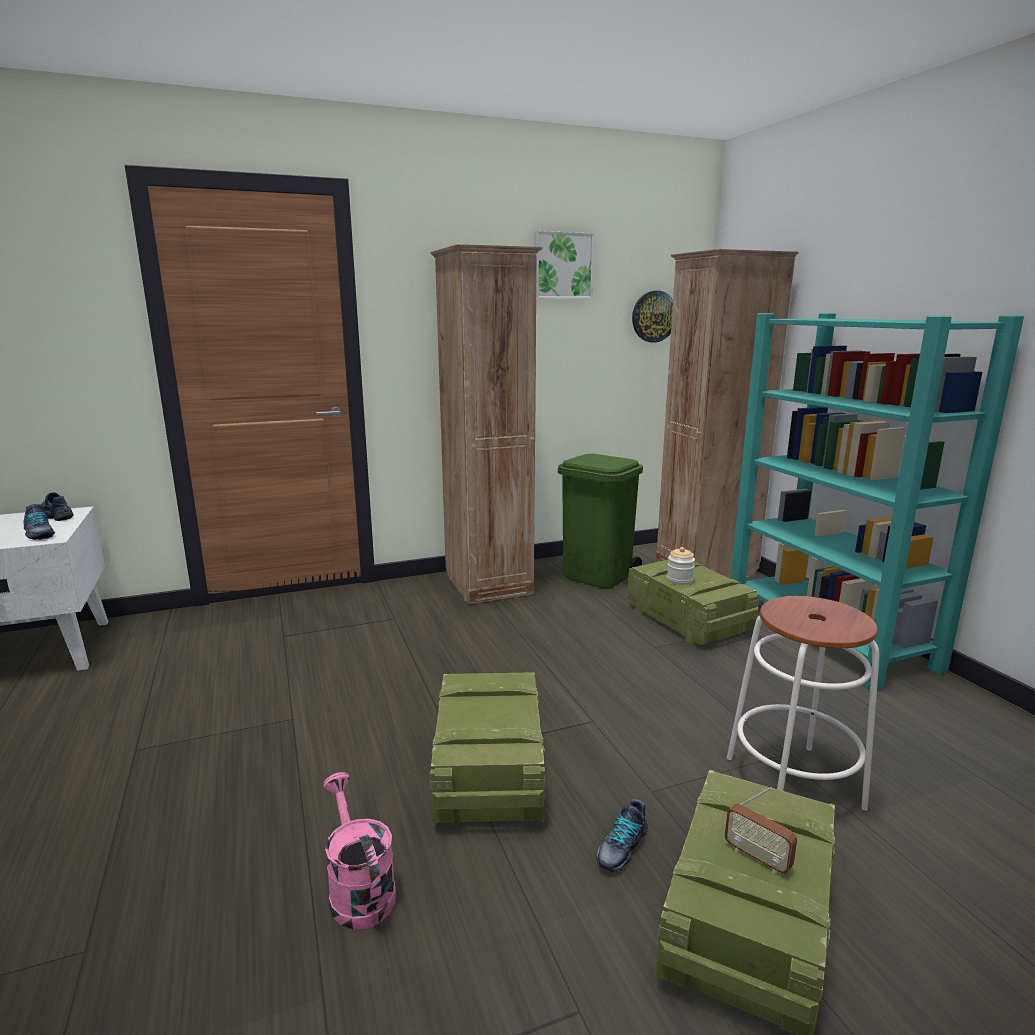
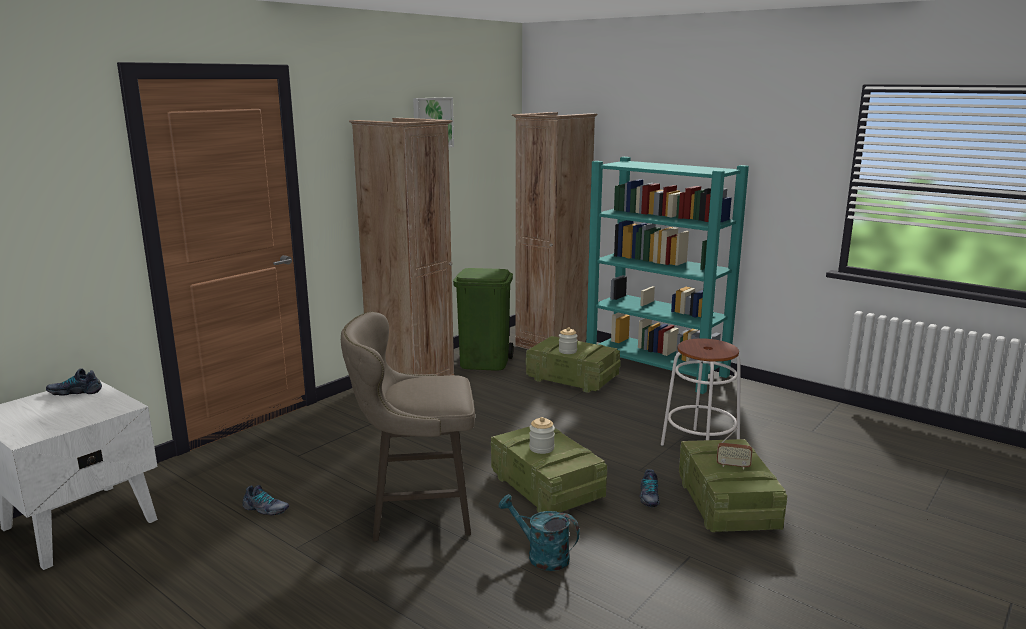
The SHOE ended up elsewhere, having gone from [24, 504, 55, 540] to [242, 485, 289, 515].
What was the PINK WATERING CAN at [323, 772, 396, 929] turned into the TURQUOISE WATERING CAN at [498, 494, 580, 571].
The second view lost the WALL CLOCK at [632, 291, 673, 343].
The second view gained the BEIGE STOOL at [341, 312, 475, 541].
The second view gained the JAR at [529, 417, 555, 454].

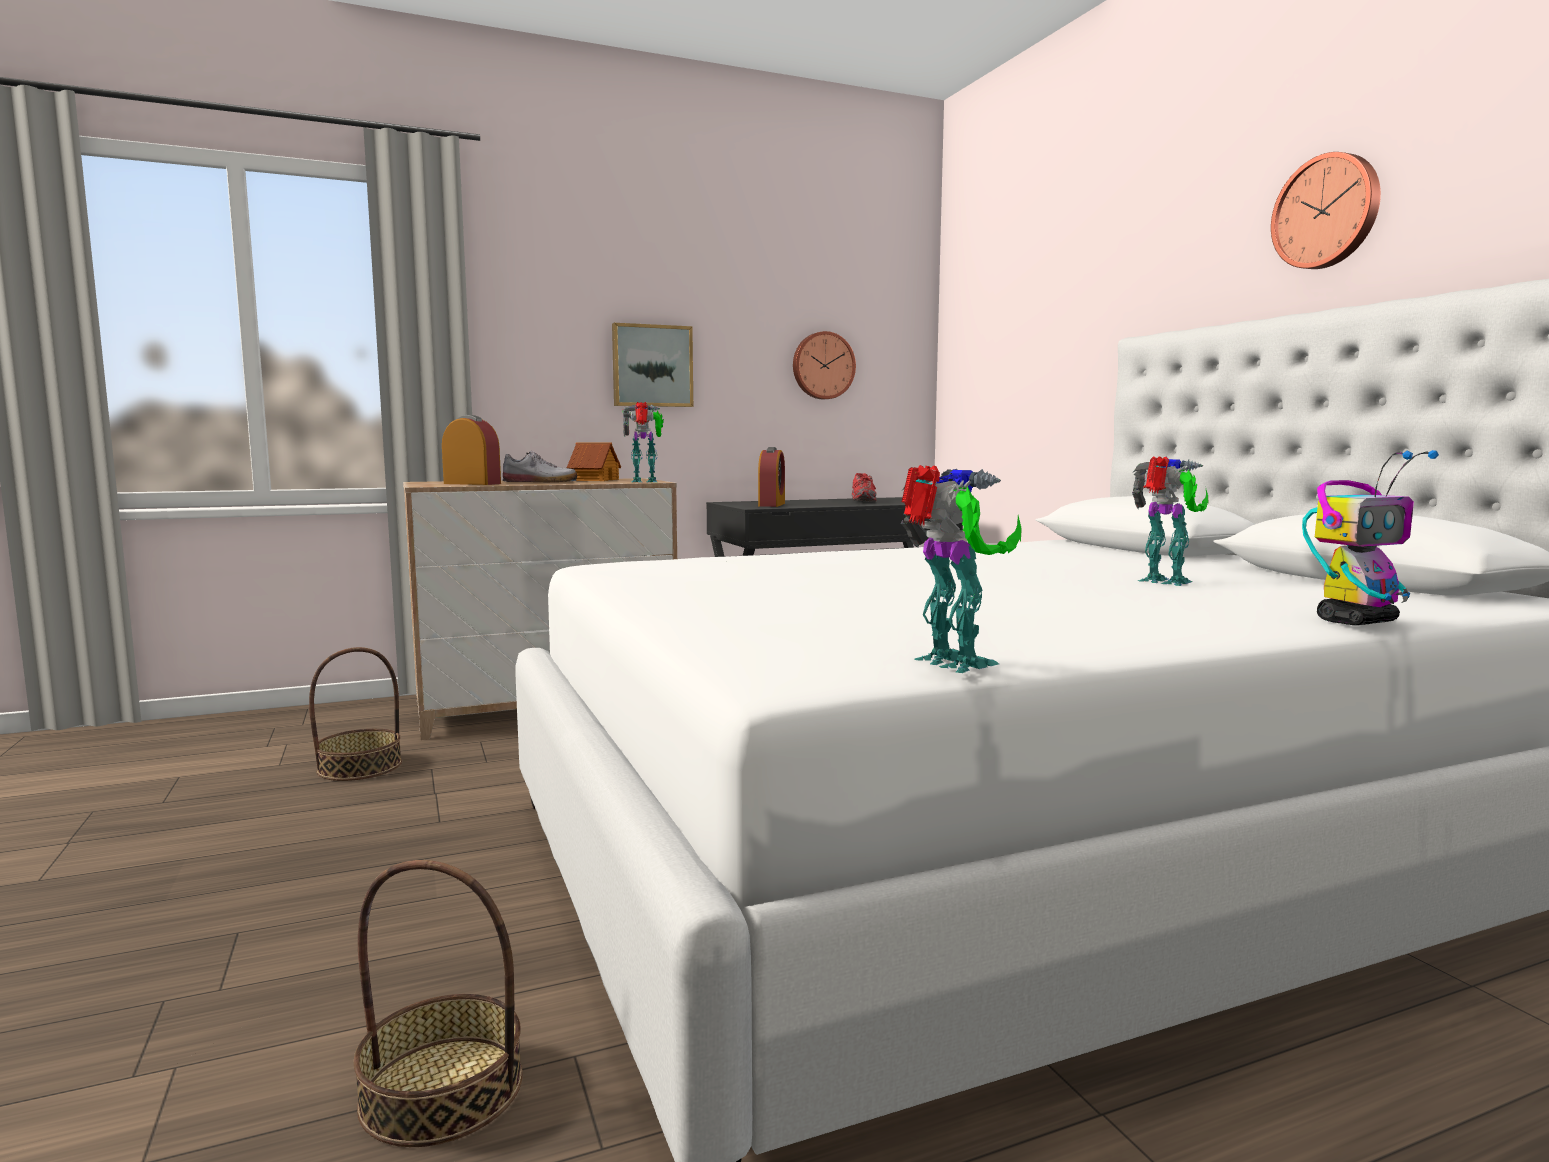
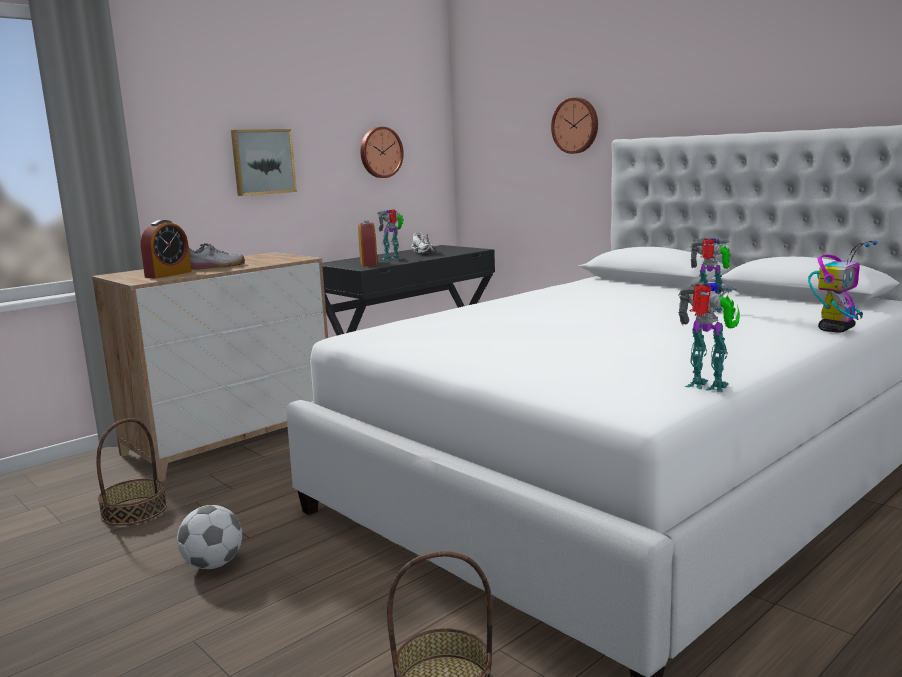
The ALARM CLOCK at [442, 415, 501, 485] ended up facing another way, 120 degrees clockwise from before.
The second view lost the TOY HOUSE at [567, 443, 621, 481].
The TOY ROBOT ended up elsewhere, having gone from [622, 402, 664, 482] to [378, 209, 404, 260].
What was the RED SHOE at [852, 473, 877, 502] turned into the WHITE SHOE at [411, 232, 436, 254].
The WALL CLOCK ended up elsewhere, having gone from [1271, 152, 1381, 269] to [551, 98, 598, 154].
The second view gained the FOOTBALL at [177, 505, 242, 569].

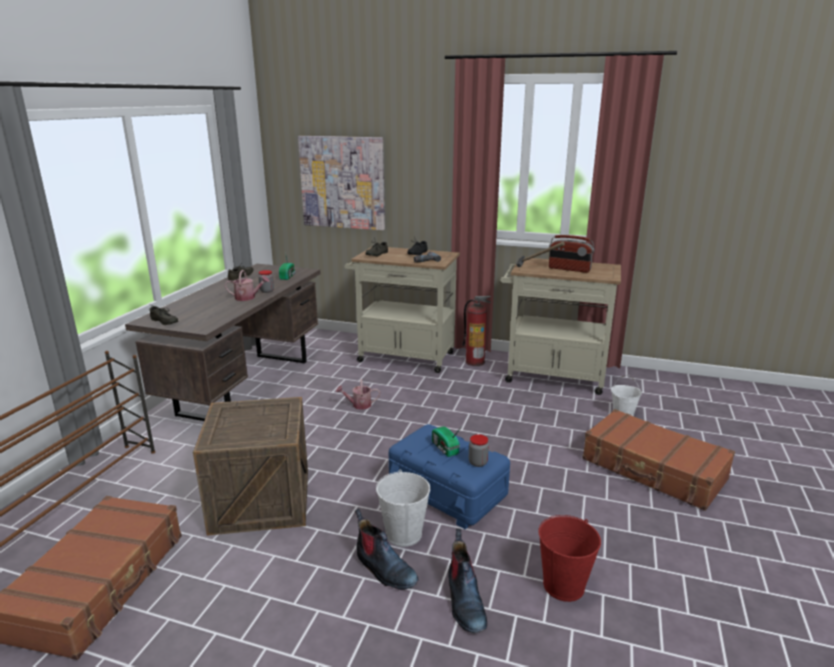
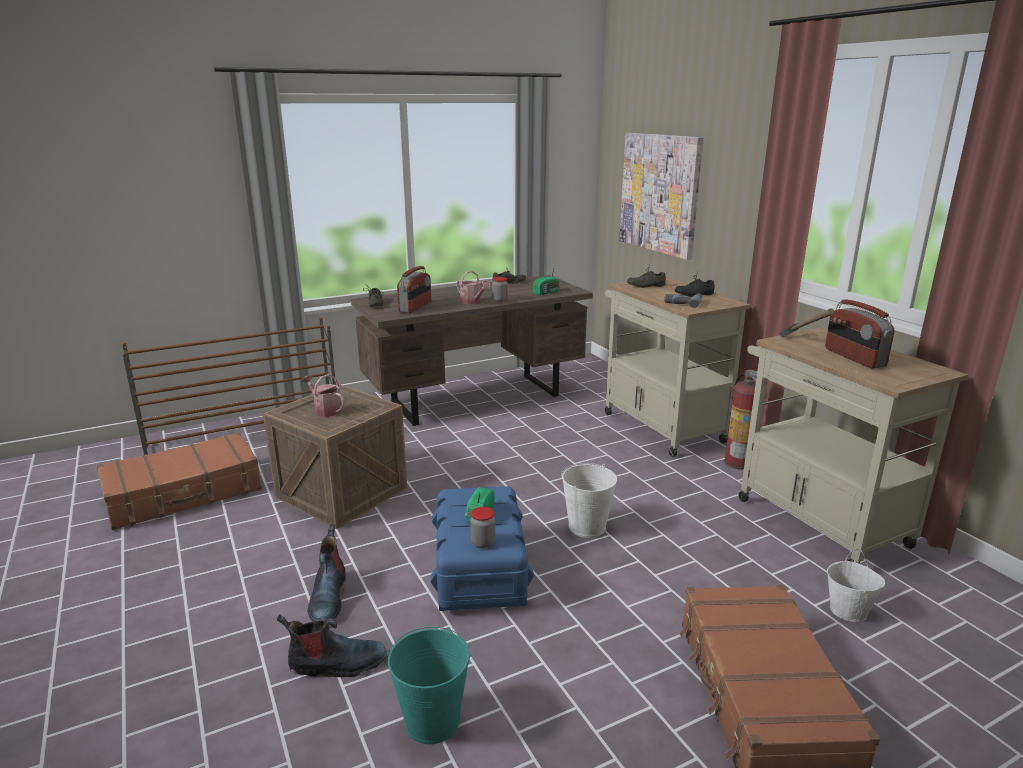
The WATERING CAN ended up elsewhere, having gone from [336, 379, 380, 410] to [301, 374, 344, 417].
The WHITE BUCKET ended up elsewhere, having gone from [376, 470, 430, 547] to [562, 463, 617, 538].
The BOOT at [448, 529, 487, 633] ended up facing another way, 135 degrees counterclockwise from before.
What was the RED BUCKET at [538, 515, 601, 602] turned into the TURQUOISE BUCKET at [387, 627, 471, 744].
The second view gained the RADIO at [397, 266, 431, 313].

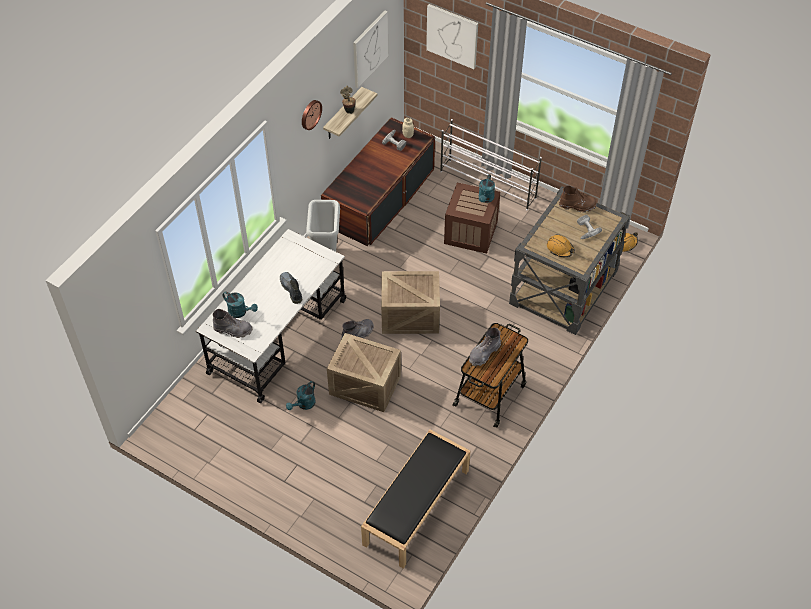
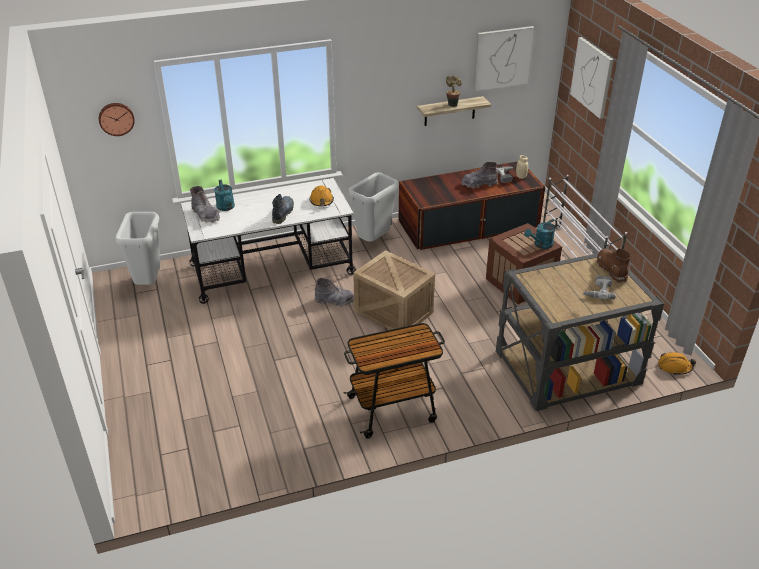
The second view lost the TURQUOISE WATERING CAN at [286, 381, 316, 410].
The WALL CLOCK ended up elsewhere, having gone from [302, 100, 322, 130] to [99, 103, 135, 136].
The second view lost the CRATE at [327, 333, 401, 412].
The second view lost the BLACK BENCH at [361, 429, 470, 569].
The GREY BOOT ended up elsewhere, having gone from [469, 328, 501, 366] to [462, 162, 498, 188].
The ORANGE HARD HAT ended up elsewhere, having gone from [547, 234, 575, 257] to [309, 185, 334, 206].
The BROWN BOOT at [559, 186, 596, 213] ended up facing another way, 150 degrees counterclockwise from before.
The second view gained the GREY TRASH CAN at [115, 212, 160, 285].

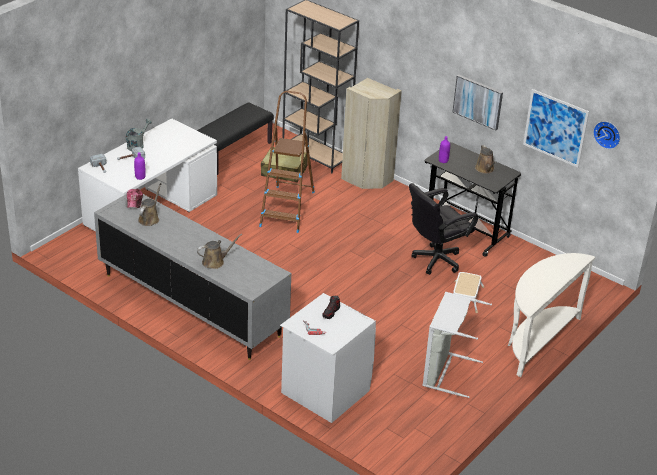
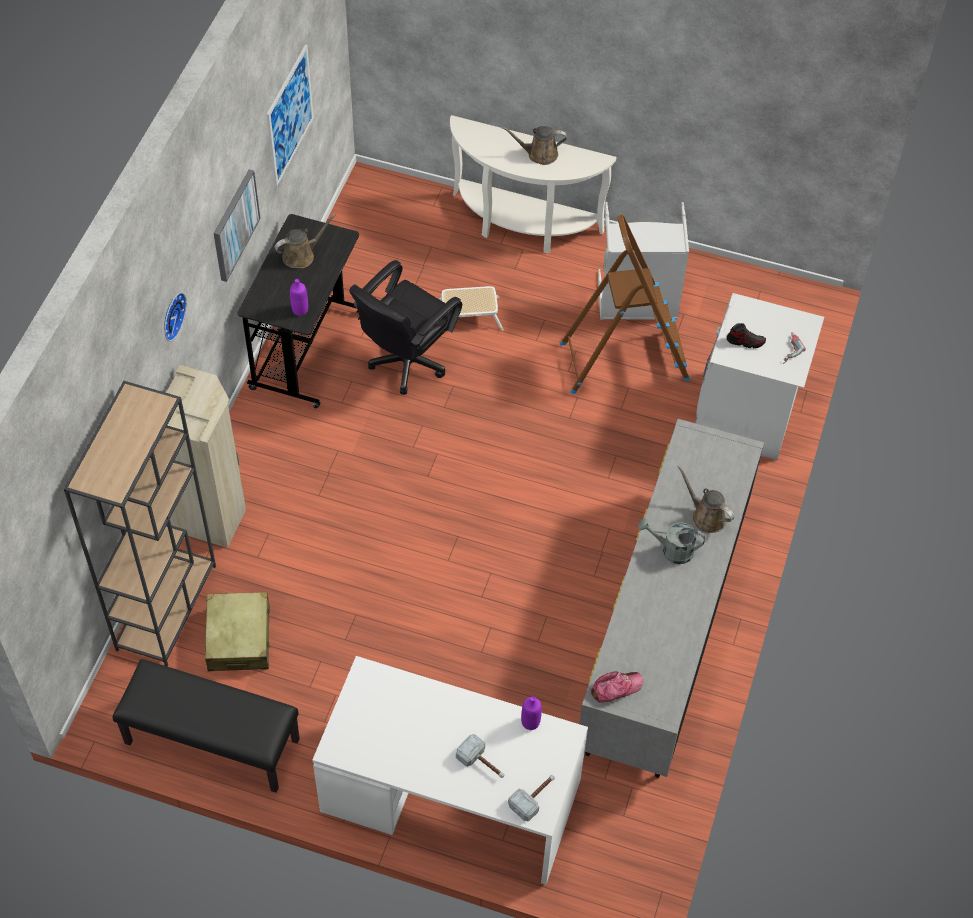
The GREY WATERING CAN ended up elsewhere, having gone from [126, 119, 152, 151] to [638, 518, 705, 564].
The BROWN WATERING CAN ended up elsewhere, having gone from [138, 183, 162, 226] to [502, 126, 567, 165].
The BROWN STEP LADDER ended up elsewhere, having gone from [259, 91, 315, 233] to [560, 214, 690, 394].
The BLACK OFFICE CHAIR at [409, 183, 478, 275] ended up facing another way, 90 degrees clockwise from before.
The WALL CLOCK ended up elsewhere, having gone from [593, 121, 620, 149] to [164, 292, 187, 341].

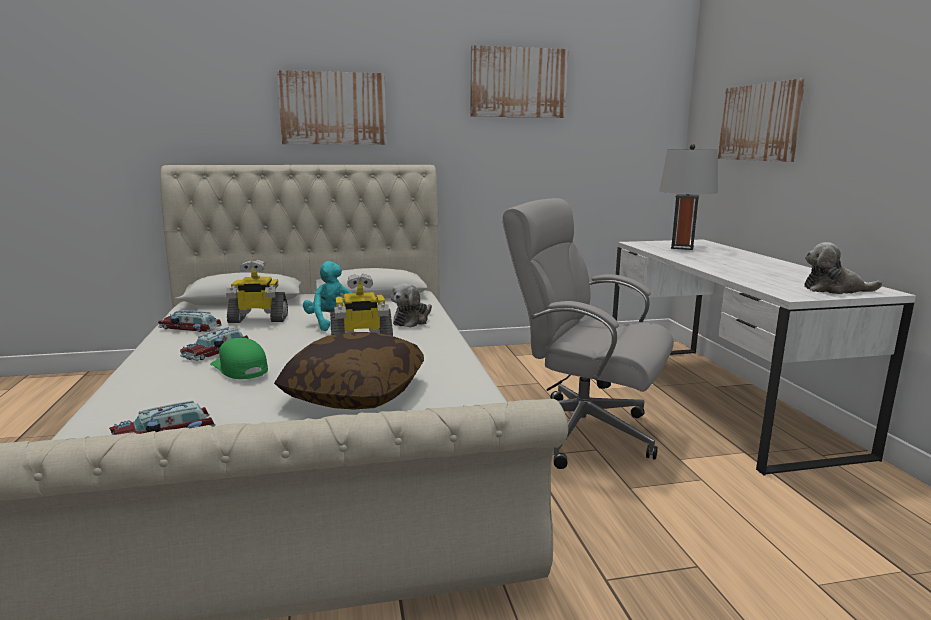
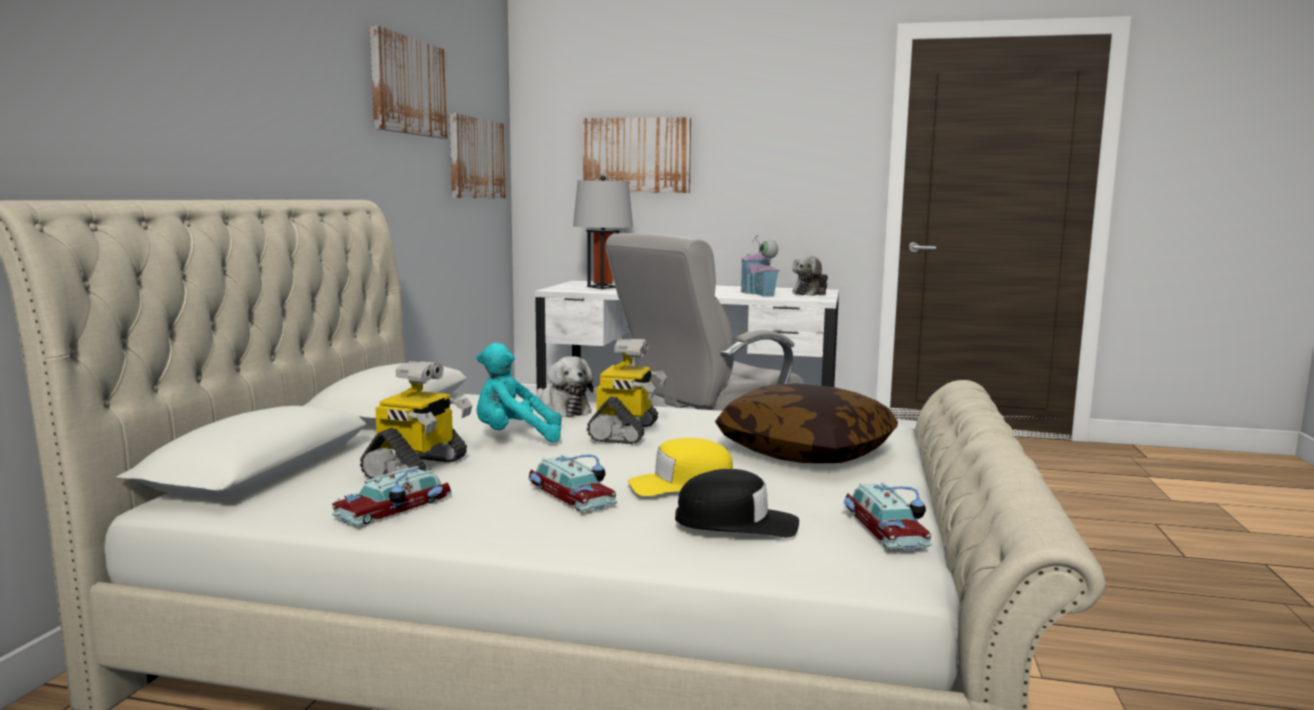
What was the GREEN CAP at [210, 338, 268, 379] turned into the YELLOW CAP at [627, 438, 733, 496].
The PICTURE ended up elsewhere, having gone from [277, 70, 387, 145] to [450, 113, 506, 198].
The second view gained the BLACK CAP at [675, 469, 799, 537].
The second view gained the TOY HOUSE at [741, 234, 780, 296].

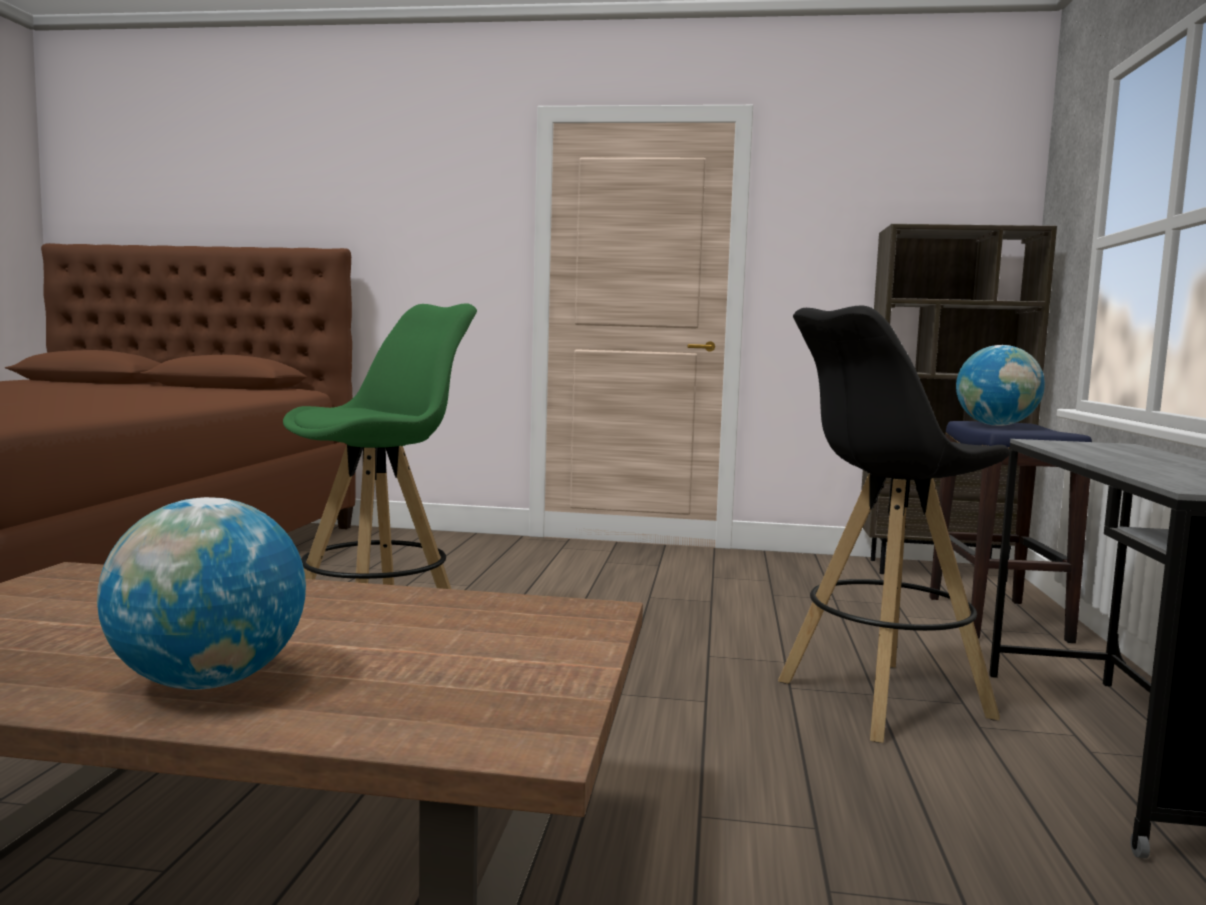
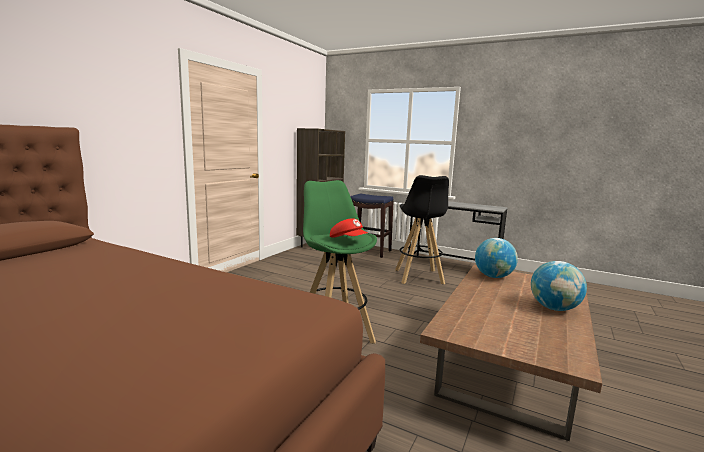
The GLOBE ended up elsewhere, having gone from [956, 345, 1045, 426] to [475, 238, 518, 278].
The second view gained the RED CAP at [330, 218, 368, 238].

